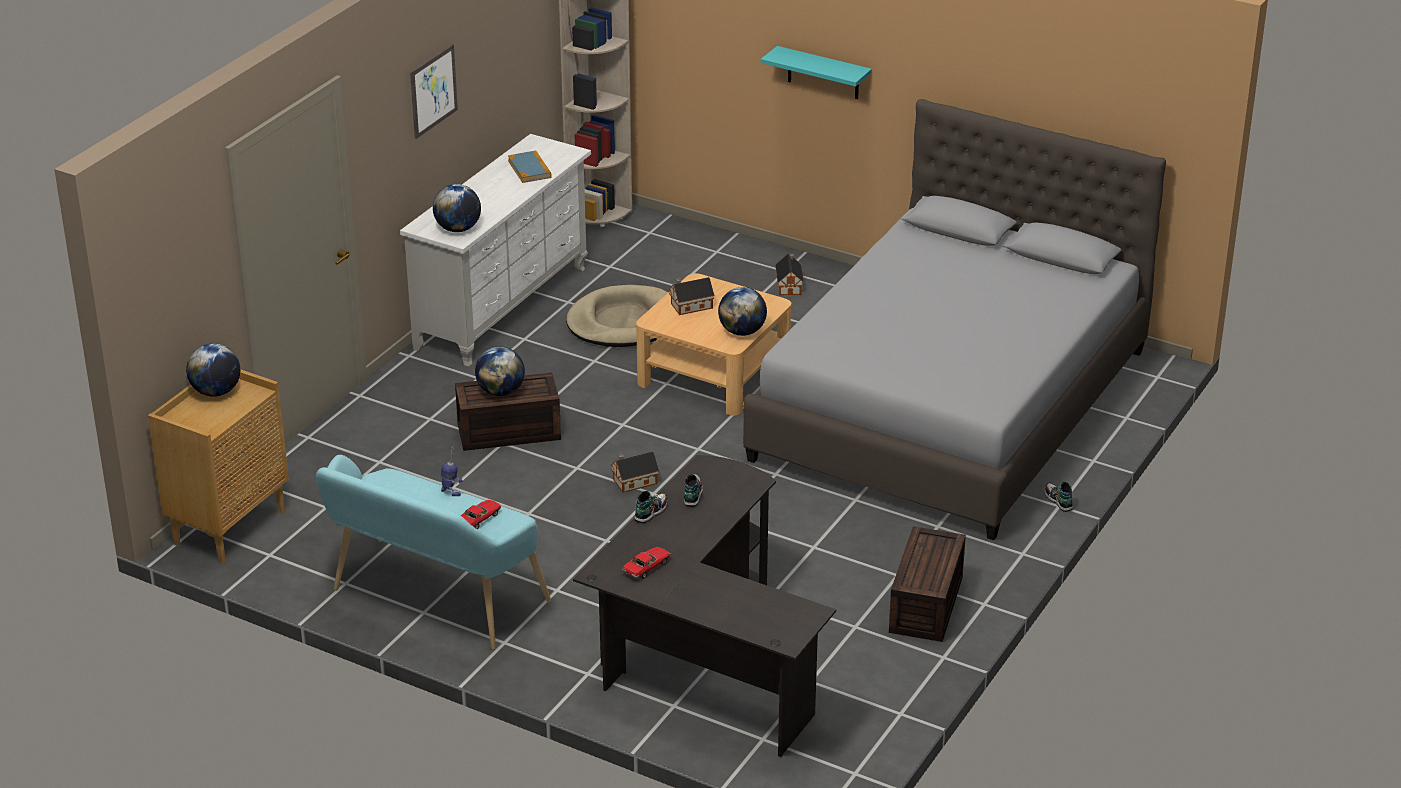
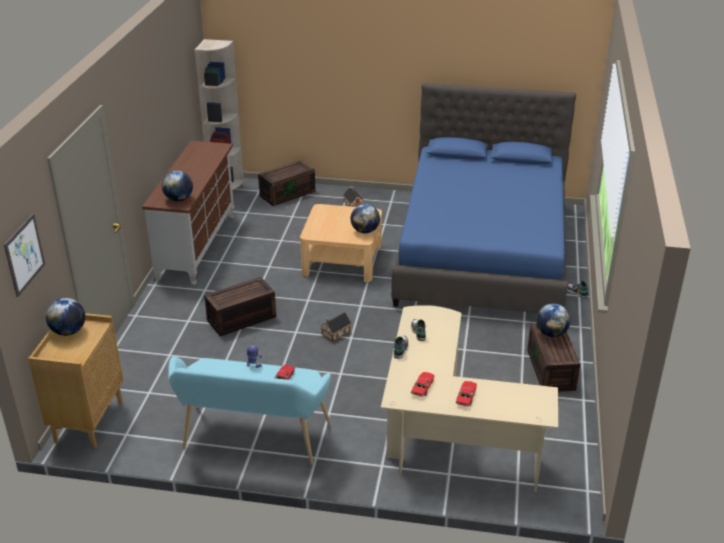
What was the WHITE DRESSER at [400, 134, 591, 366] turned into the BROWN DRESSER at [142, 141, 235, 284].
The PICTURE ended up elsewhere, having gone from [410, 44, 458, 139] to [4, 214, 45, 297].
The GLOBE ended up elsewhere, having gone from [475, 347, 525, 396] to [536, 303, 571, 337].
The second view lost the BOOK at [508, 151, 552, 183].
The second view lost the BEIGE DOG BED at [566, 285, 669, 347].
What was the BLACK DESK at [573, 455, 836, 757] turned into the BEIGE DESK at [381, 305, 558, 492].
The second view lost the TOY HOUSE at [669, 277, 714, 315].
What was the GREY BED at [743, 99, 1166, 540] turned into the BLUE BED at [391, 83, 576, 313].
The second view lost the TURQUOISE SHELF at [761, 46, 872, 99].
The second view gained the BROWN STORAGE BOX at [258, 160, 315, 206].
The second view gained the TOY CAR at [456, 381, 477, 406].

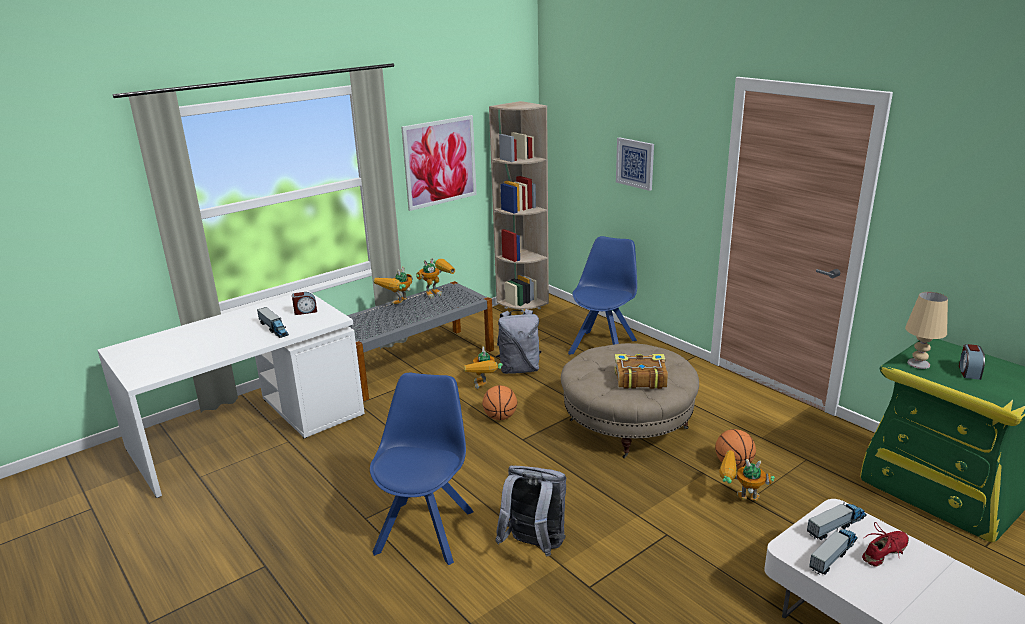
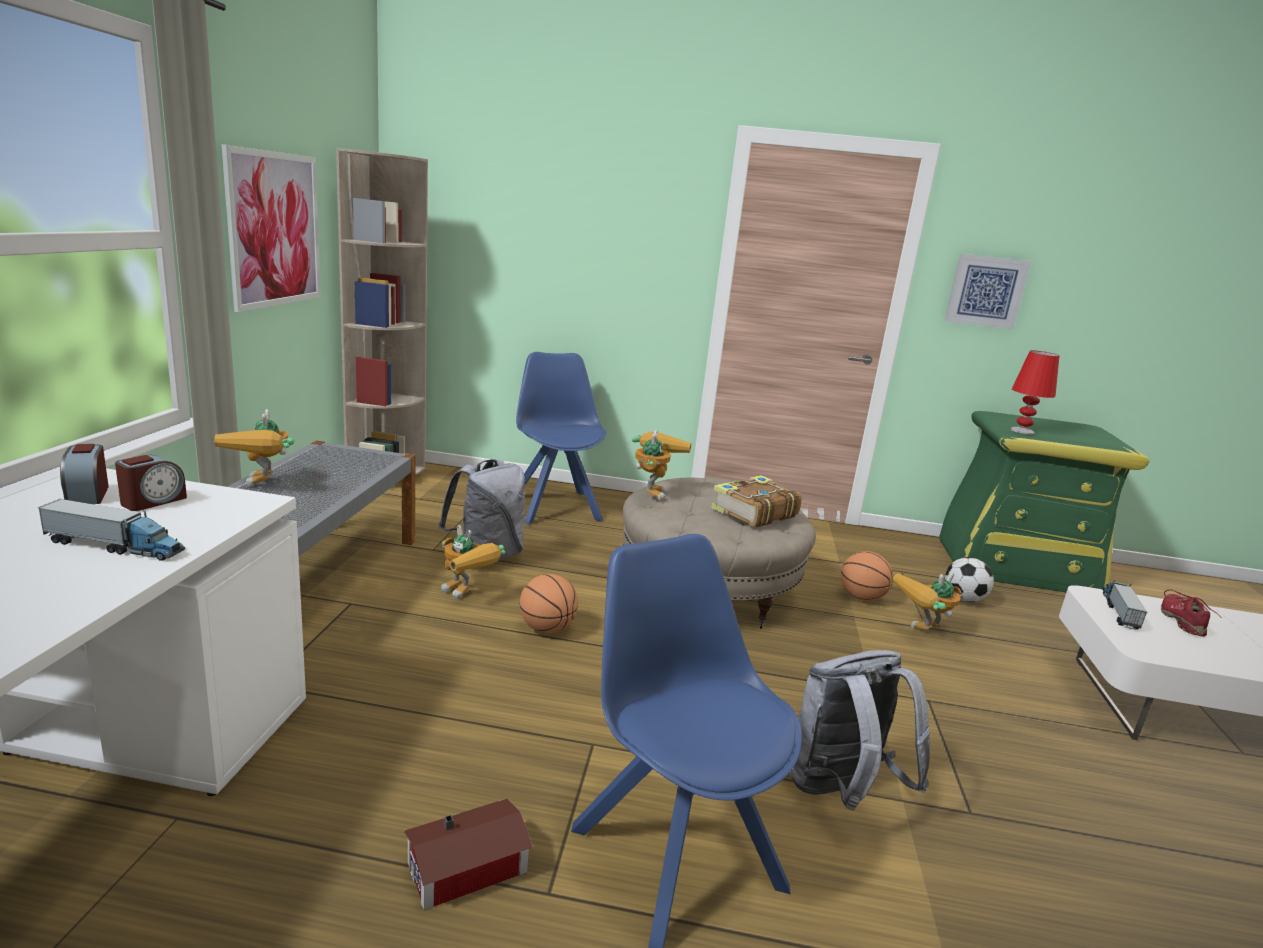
The TOY ROBOT ended up elsewhere, having gone from [416, 258, 455, 299] to [632, 430, 691, 501].
The PICTURE ended up elsewhere, having gone from [616, 137, 654, 191] to [944, 254, 1031, 329].
The second view lost the TOY TRUCK at [809, 528, 858, 575].
What was the BEIGE TABLE LAMP at [905, 292, 948, 369] turned into the RED TABLE LAMP at [1011, 350, 1060, 435].
The ALARM CLOCK ended up elsewhere, having gone from [959, 344, 985, 380] to [60, 444, 109, 504].
The second view gained the TOY HOUSE at [404, 798, 533, 910].
The second view gained the FOOTBALL at [945, 557, 994, 602].

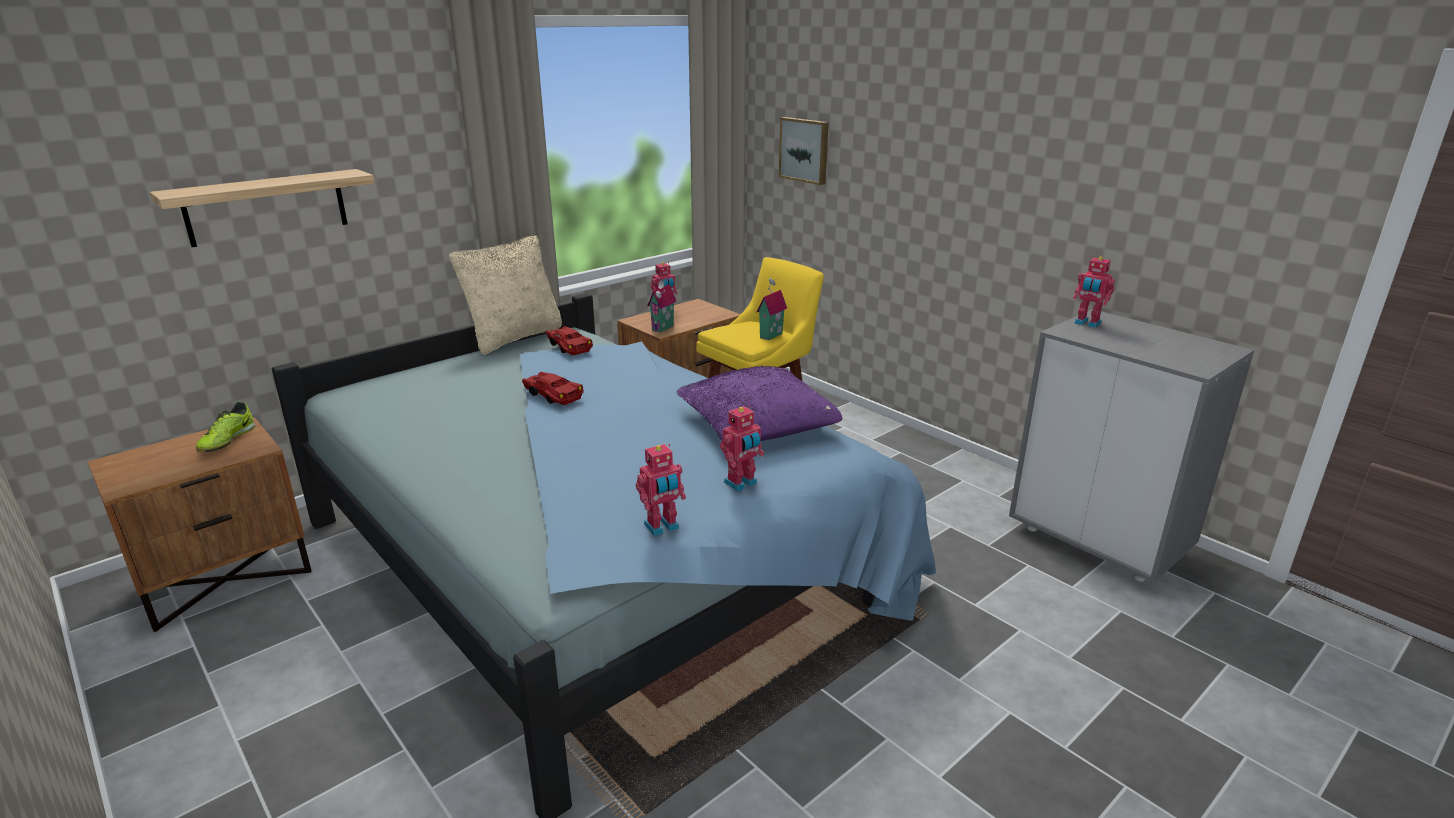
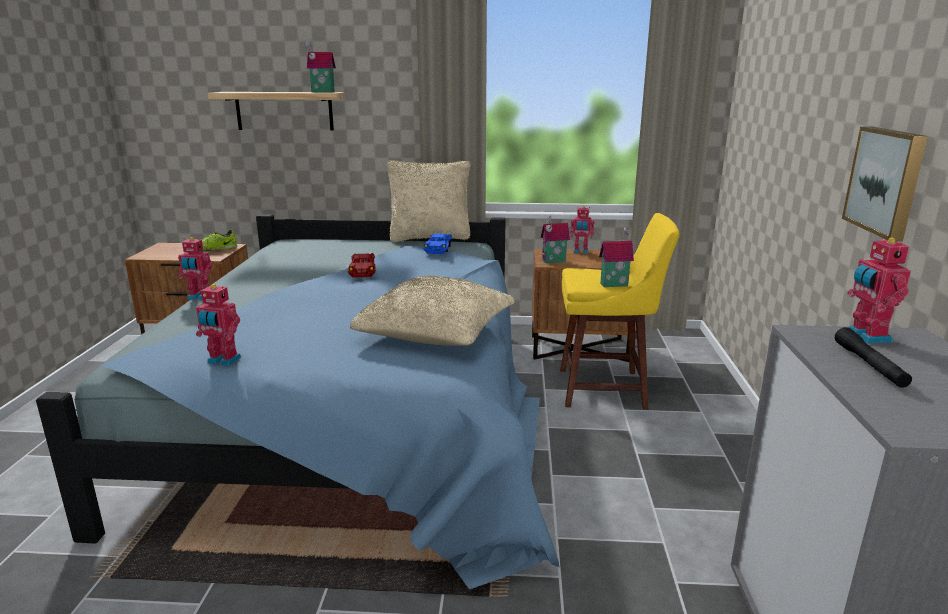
What was the RED TOY CAR at [546, 326, 593, 355] turned into the BLUE TOY CAR at [423, 233, 452, 254].
What was the PURPLE PILLOW at [676, 366, 843, 441] turned into the BEIGE PILLOW at [350, 275, 515, 346].
The TOY ROBOT ended up elsewhere, having gone from [720, 405, 764, 491] to [178, 237, 213, 300].
The PICTURE ended up elsewhere, having gone from [779, 117, 829, 185] to [842, 126, 928, 241].
The second view gained the TOY HOUSE at [305, 41, 336, 93].
The second view gained the BLACK FLASHLIGHT at [835, 327, 912, 388].

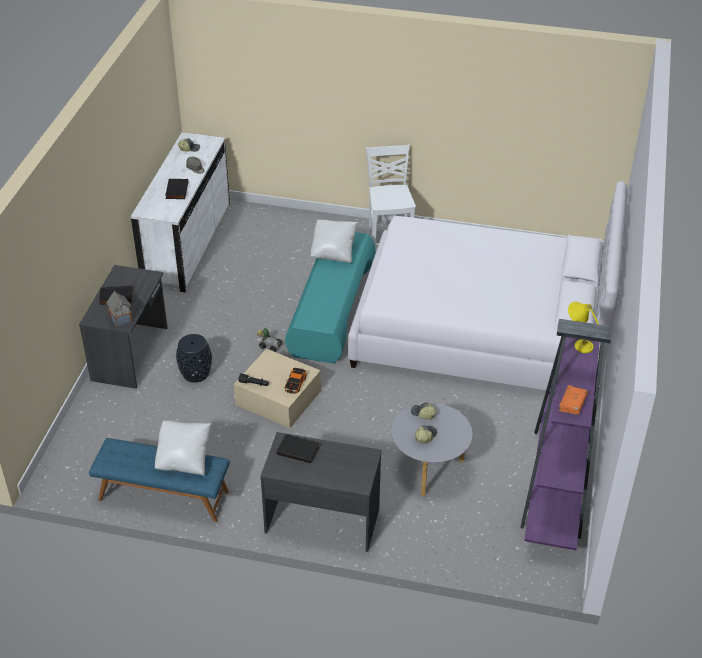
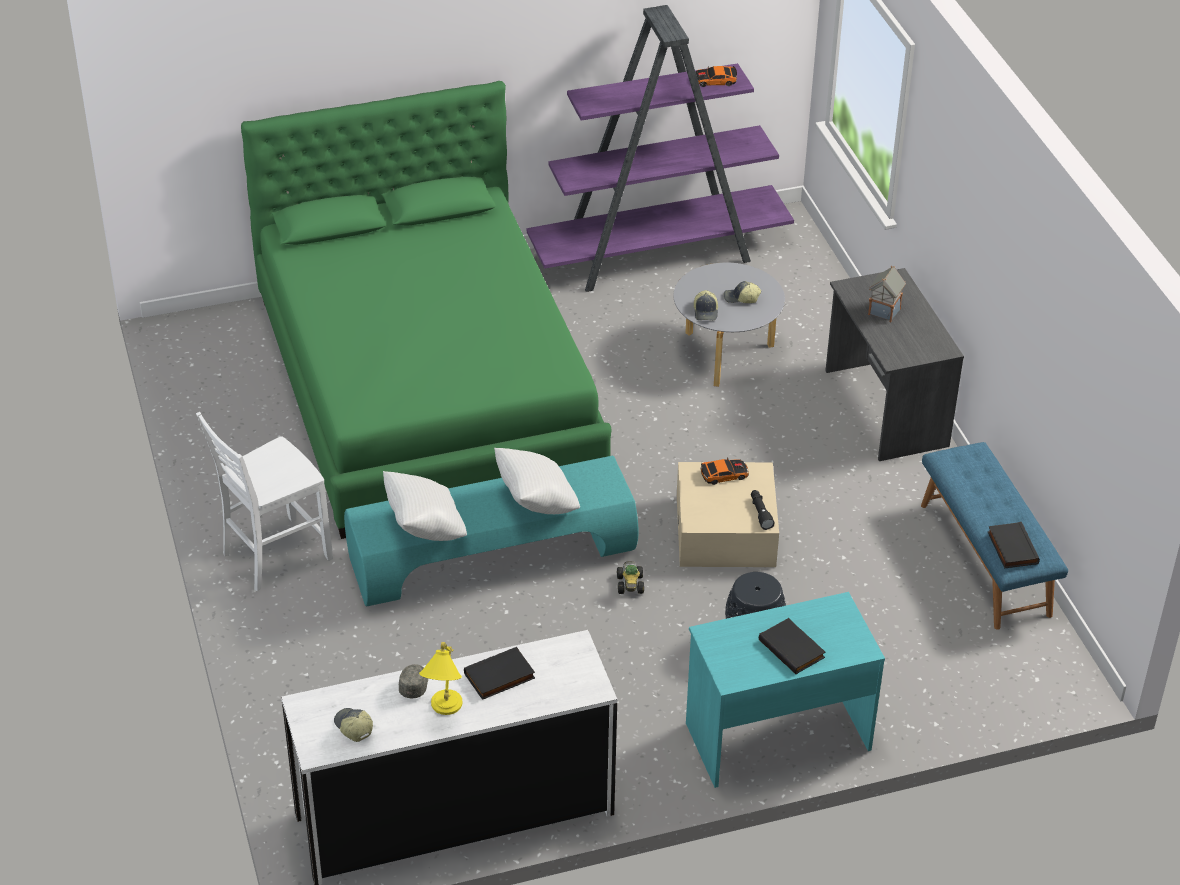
What was the GREY DESK at [79, 265, 168, 389] turned into the TURQUOISE DESK at [686, 592, 885, 788].
The TOY HOUSE ended up elsewhere, having gone from [106, 291, 132, 328] to [868, 266, 906, 322].
The WHITE PILLOW ended up elsewhere, having gone from [155, 421, 211, 475] to [494, 448, 580, 514].
The BLACK BOOK ended up elsewhere, having gone from [277, 434, 319, 463] to [987, 522, 1040, 568].
What was the WHITE BED at [348, 181, 628, 396] turned into the GREEN BED at [241, 81, 611, 539].
Where the ORANGE BOOK stood at [559, 385, 588, 415], the TOY CAR came to stand at [695, 66, 737, 87].
The YELLOW TABLE LAMP ended up elsewhere, having gone from [568, 302, 600, 353] to [419, 642, 462, 715].

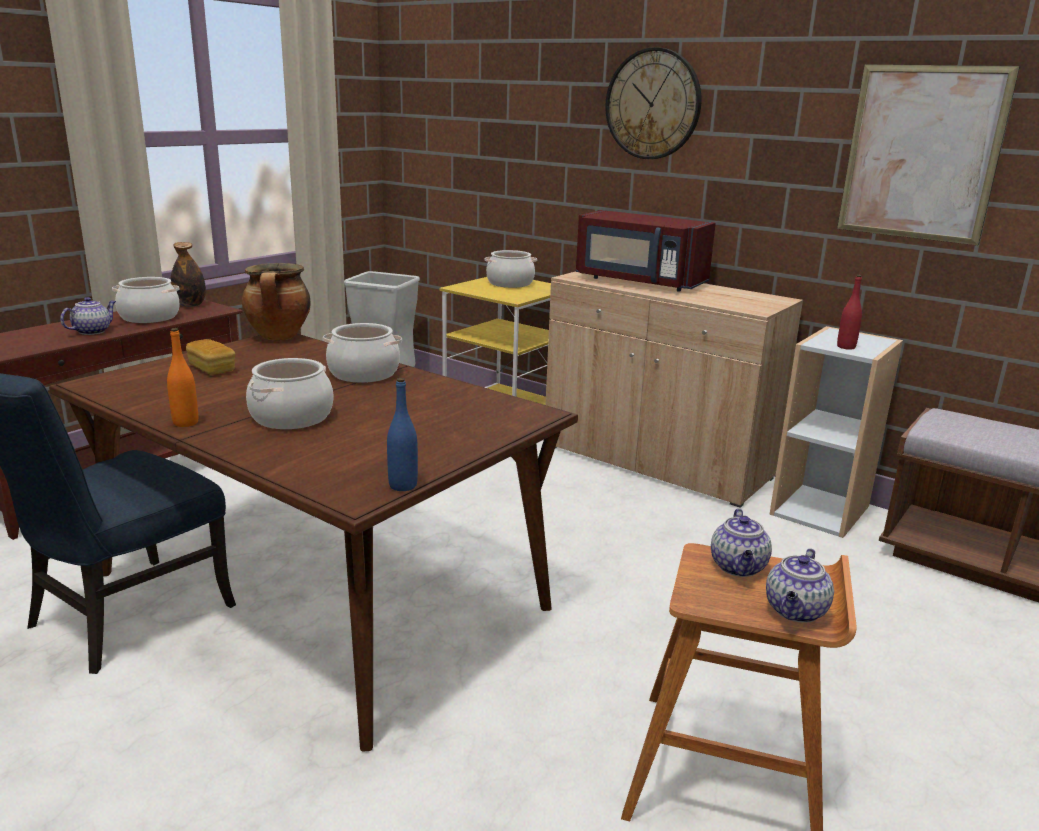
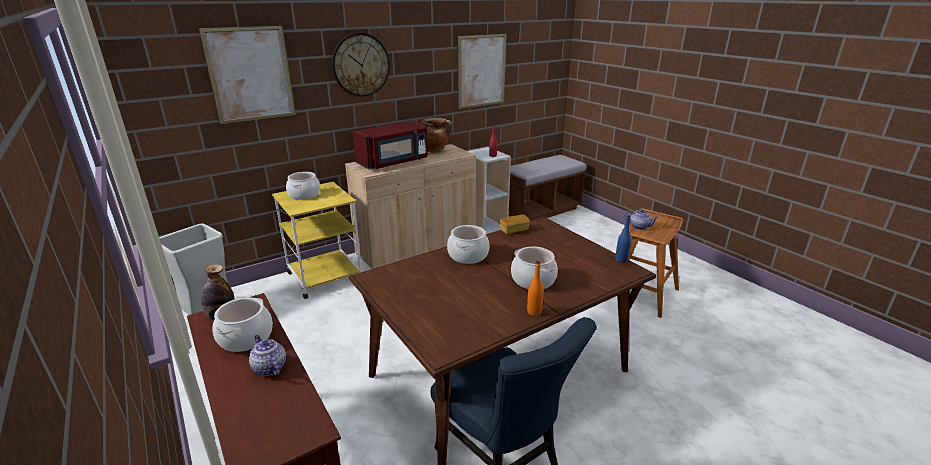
The BREAD ended up elsewhere, having gone from [186, 339, 235, 375] to [500, 214, 530, 234].
The COOKING POT ended up elsewhere, having gone from [242, 263, 310, 340] to [421, 118, 452, 153].
The second view lost the TEAPOT at [766, 548, 834, 623].
The second view gained the PICTURE at [199, 25, 296, 124].

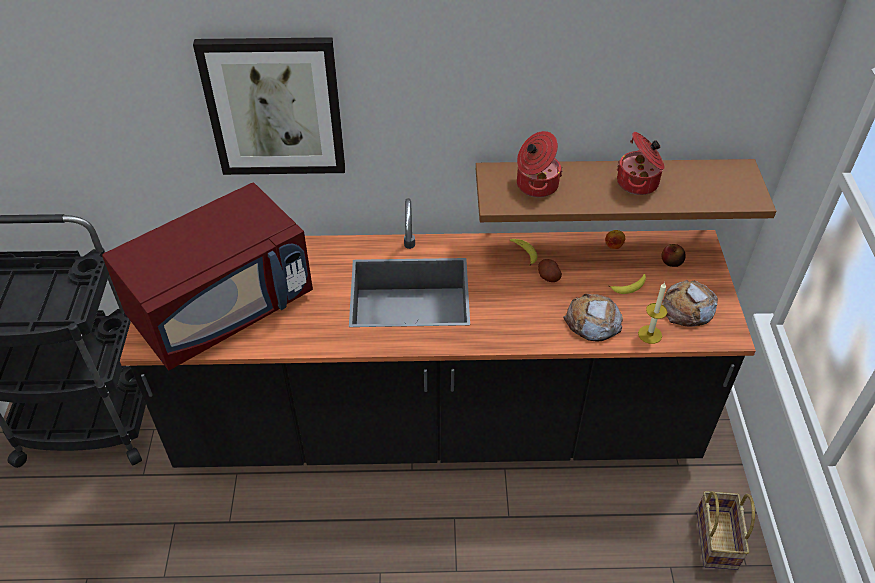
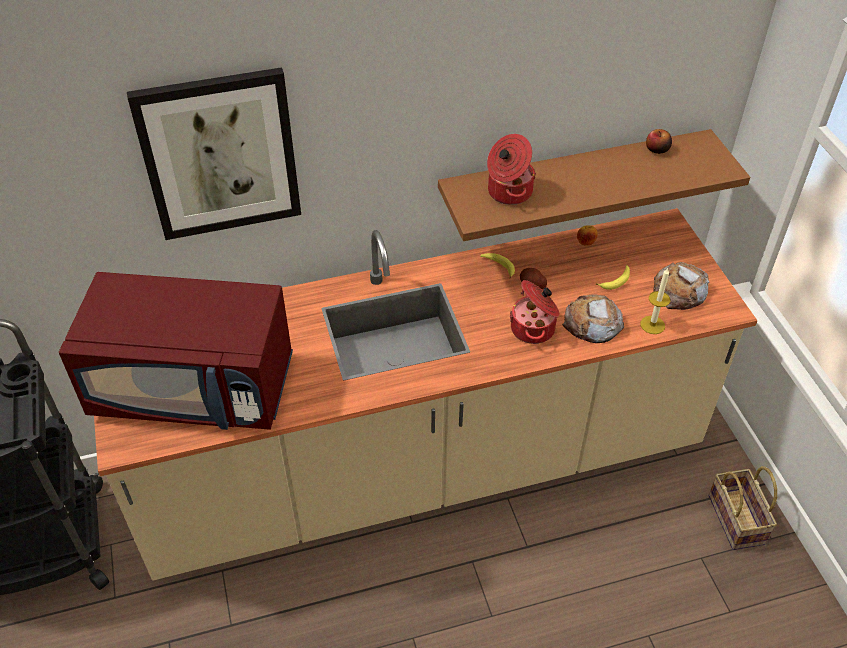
The RED MICROWAVE at [102, 183, 313, 371] ended up facing another way, 60 degrees clockwise from before.
What was the BLACK COUNTER at [120, 198, 756, 468] turned into the BEIGE COUNTER at [94, 208, 758, 581].
The COOKING POT ended up elsewhere, having gone from [617, 132, 665, 195] to [510, 280, 559, 344].
The APPLE ended up elsewhere, having gone from [662, 244, 685, 267] to [646, 129, 672, 154].

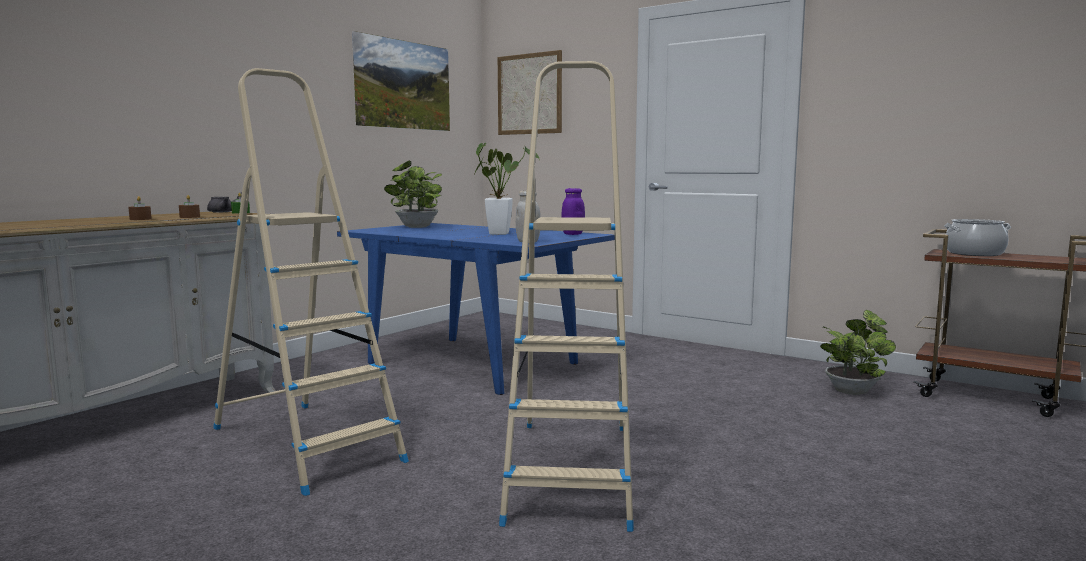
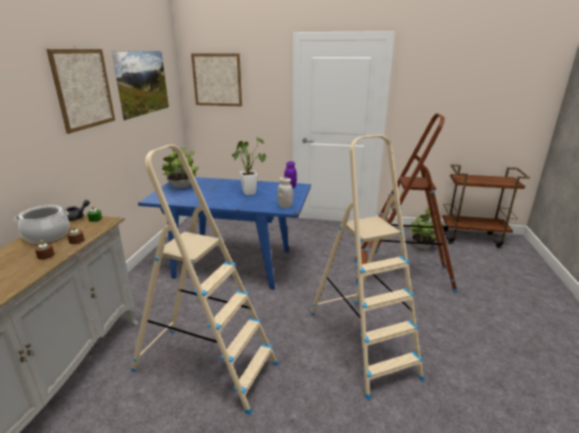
The COOKING POT ended up elsewhere, having gone from [944, 219, 1011, 256] to [14, 205, 70, 244].
The second view gained the PICTURE at [46, 48, 115, 134].
The second view gained the BROWN STEP LADDER at [354, 113, 458, 292].

